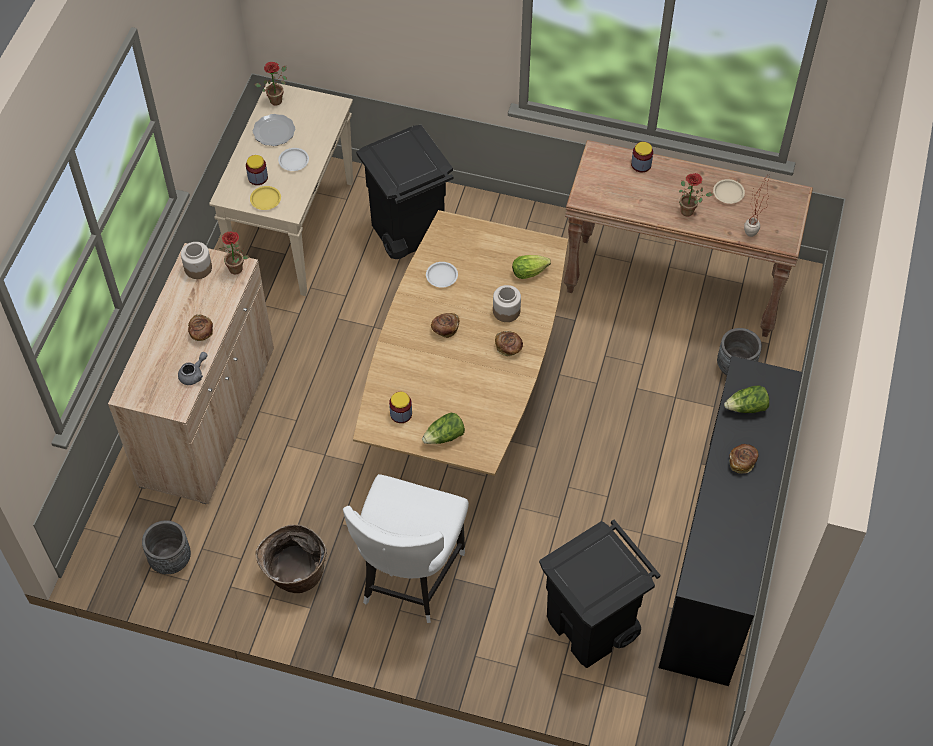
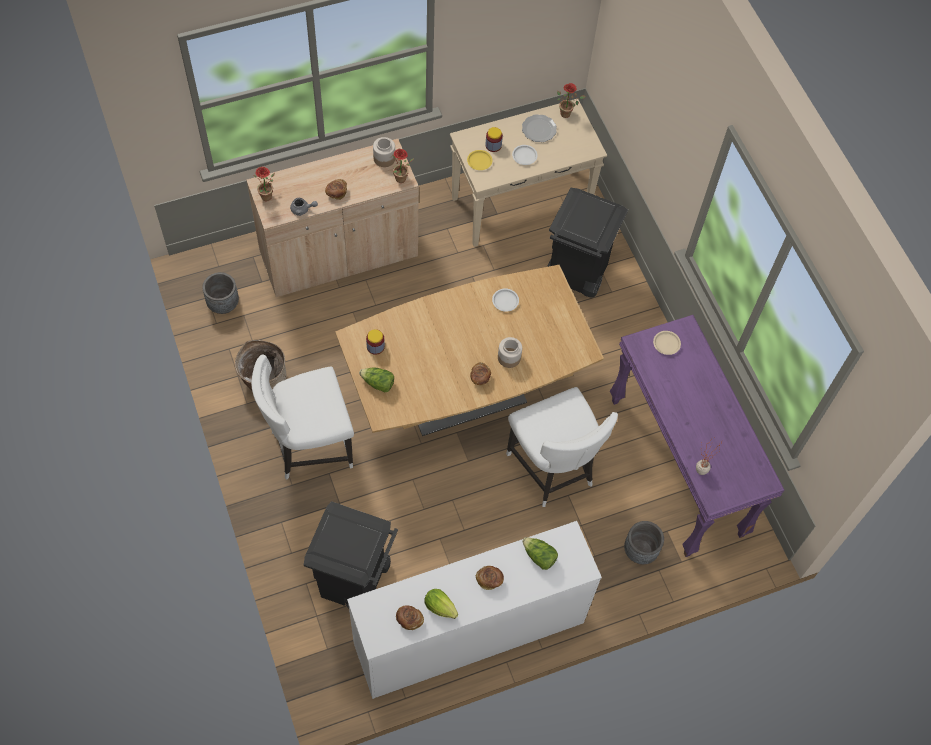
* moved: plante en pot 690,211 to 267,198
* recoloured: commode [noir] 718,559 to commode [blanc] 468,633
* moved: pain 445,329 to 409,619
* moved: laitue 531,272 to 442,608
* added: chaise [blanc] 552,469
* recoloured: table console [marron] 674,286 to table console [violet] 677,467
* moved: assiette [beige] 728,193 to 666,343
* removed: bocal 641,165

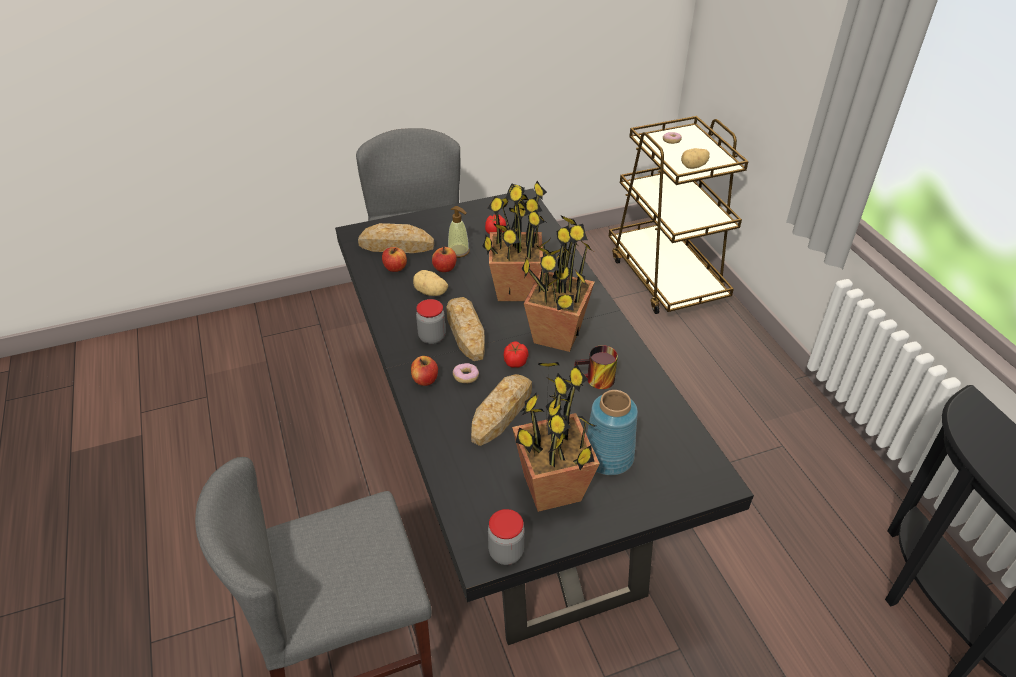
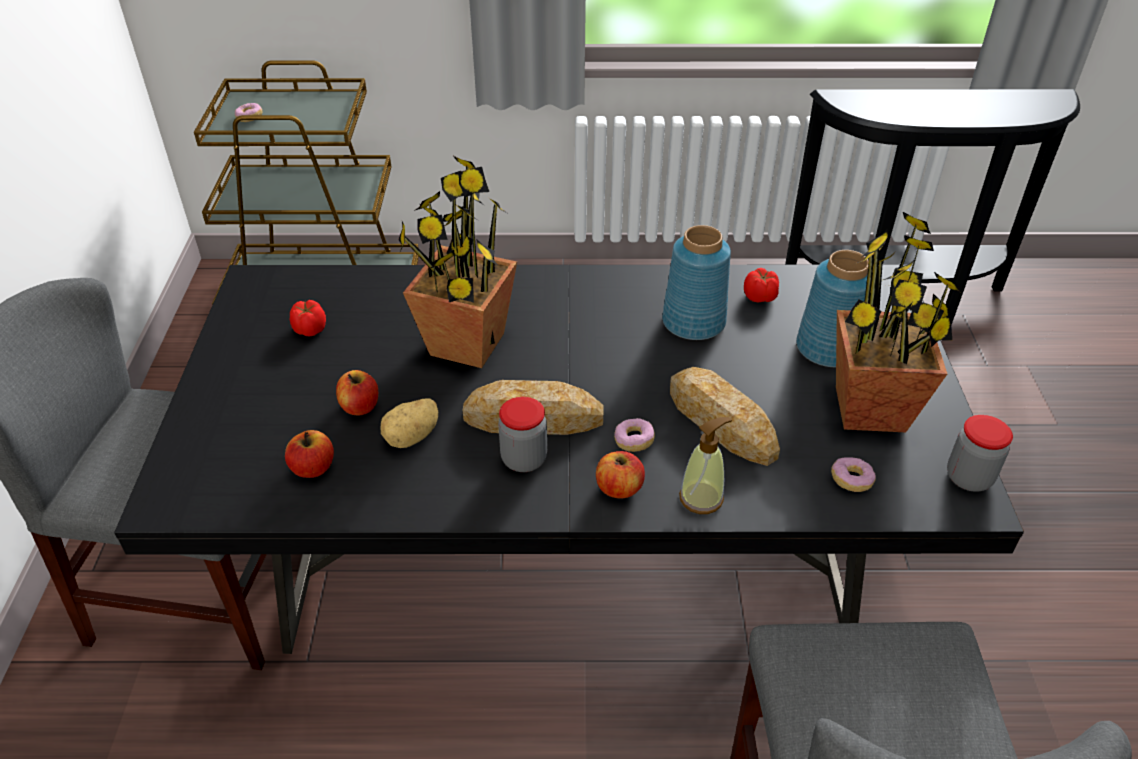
* replaced: mug 596,381 to vase [bleu] 694,322
* moved: distributeur de savon 458,251 to 701,498
* moved: tomate 515,362 to 760,297
* added: beignet 851,481
* removed: pain 396,245
* removed: plante en pot 557,336
* removed: pomme de terre 694,166

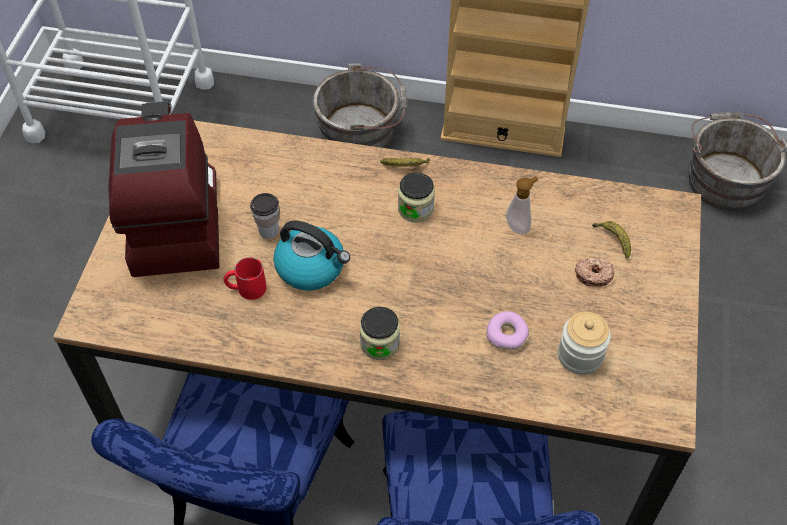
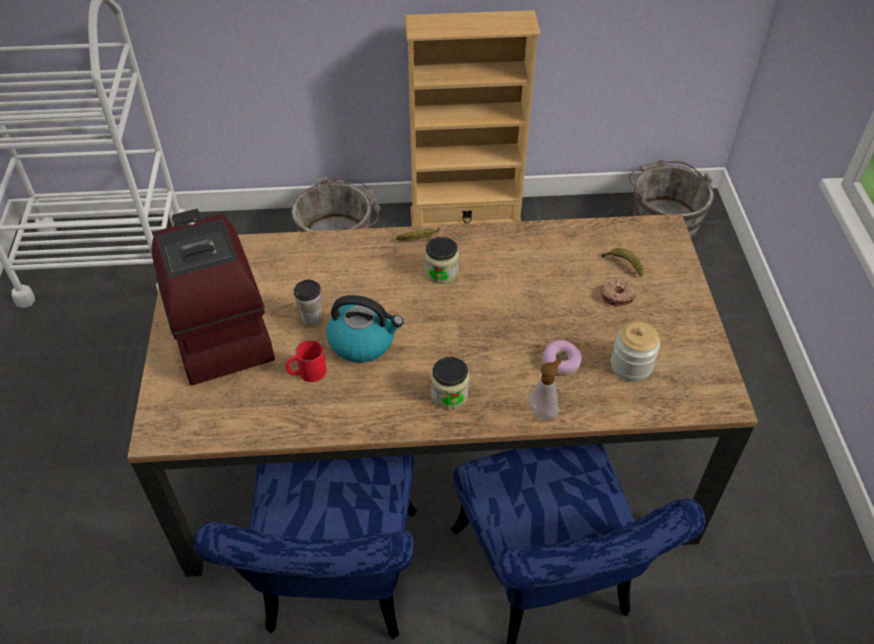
* moved: distributeur de savon 519,226 to 544,411

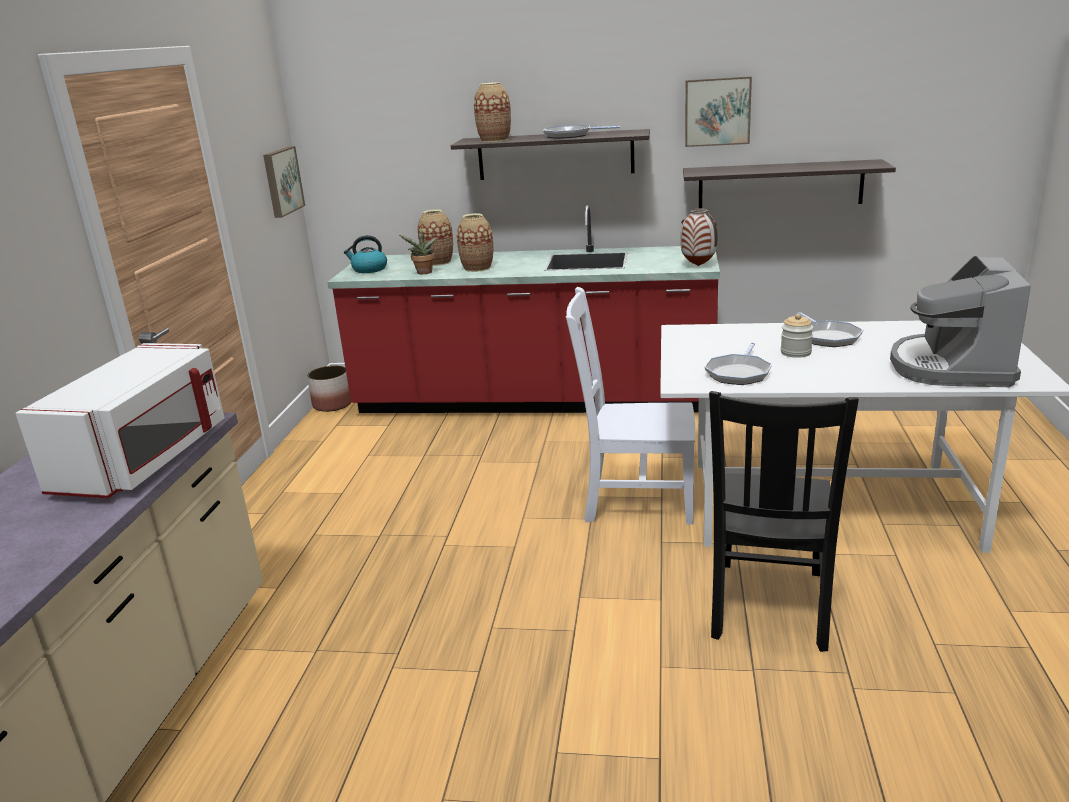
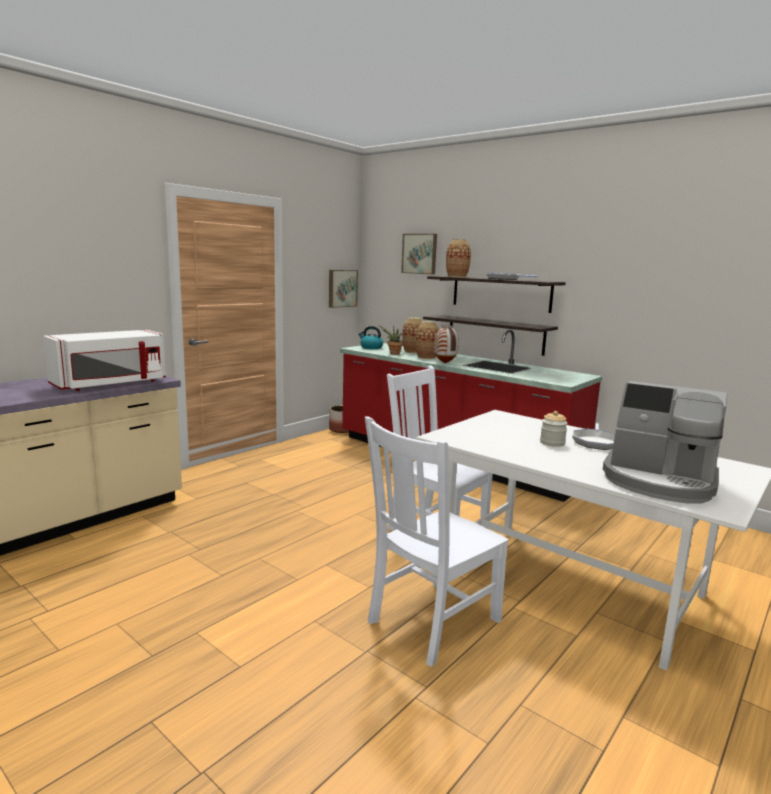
* recoloured: chaise [noir] 769,607 to chaise [blanc] 431,622
* moved: tableau 717,111 to 420,254
* moved: étagère 780,185 to 495,334
* moved: vase 699,265 to 445,363
* turned: machine à café 951,367 = 659,482 105 degrees counterclockwise
* removed: poêle 739,373

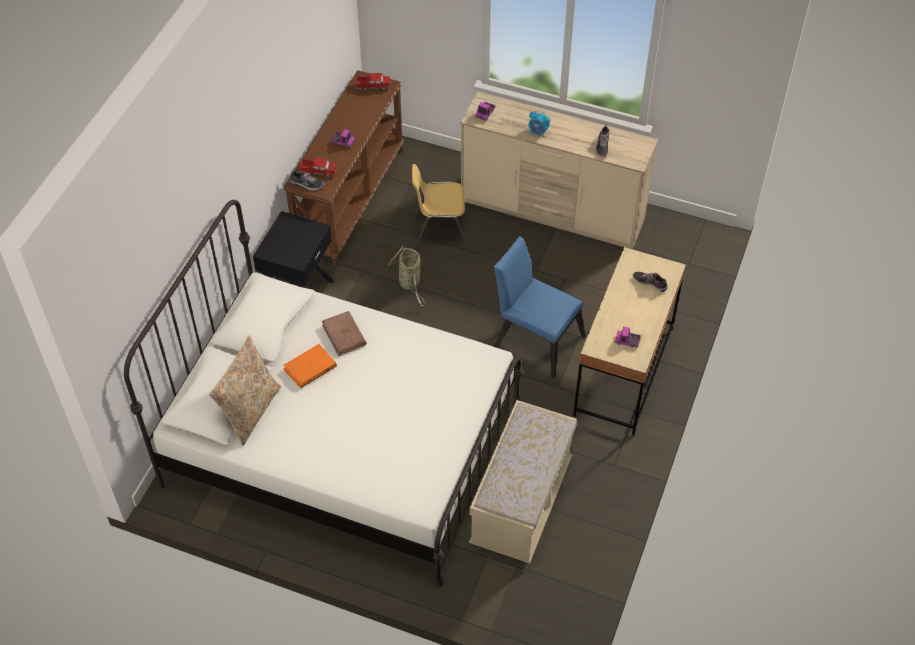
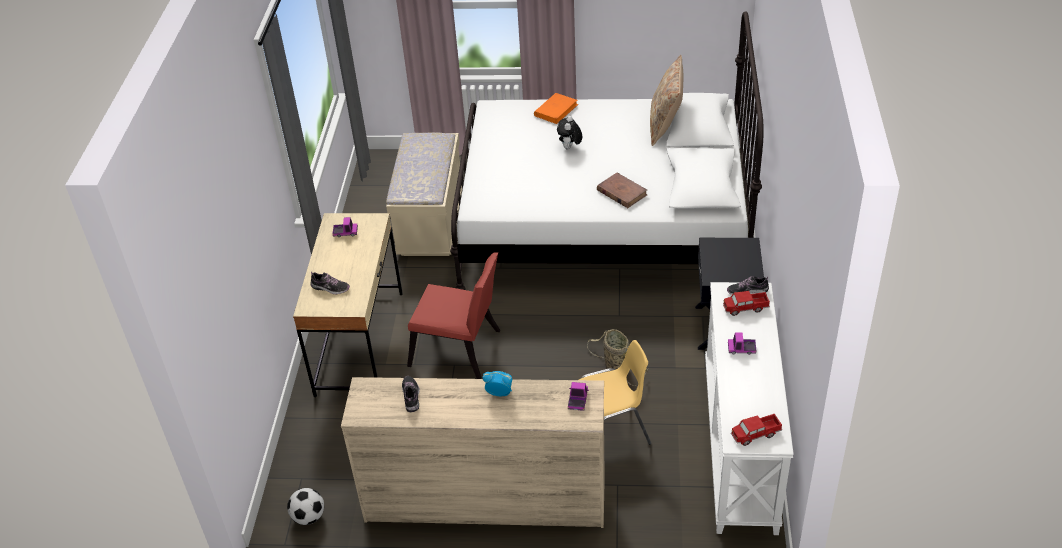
* added: ballon de foot 309,517
* recoloured: chaise [bleu] 535,337 to chaise [rouge] 460,351
* moved: livre [orange] 310,368 to 556,110
* added: peluche 569,148
* recoloured: table console [marron] 349,199 to table console [blanc] 741,445

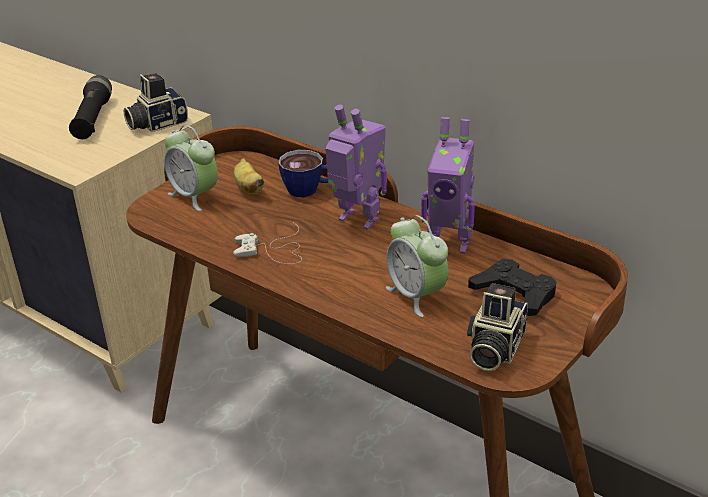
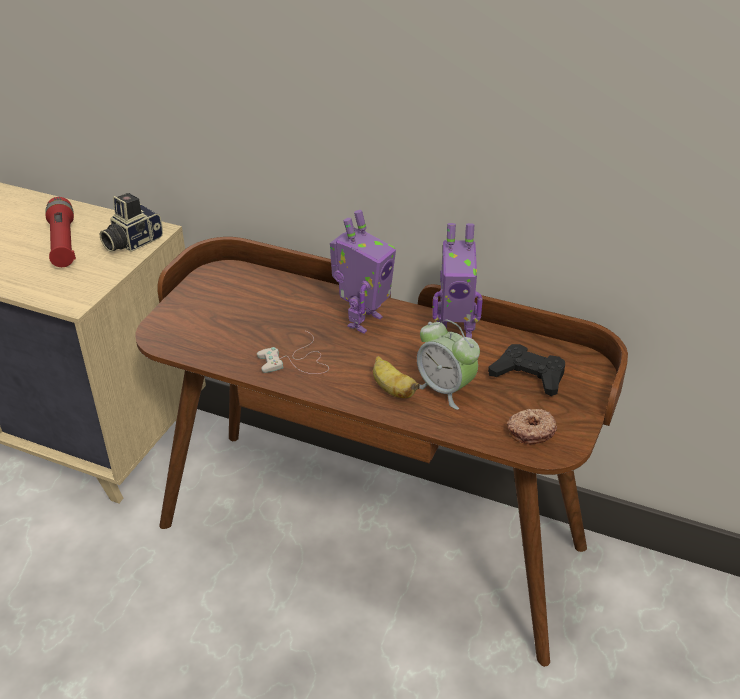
* recoloured: lampe de poche [noir] 93,119 to lampe de poche [rouge] 63,243
* turned: robot jouet 357,220 = 362,321 105 degrees clockwise
* moved: banane 248,188 to 392,389
* replaced: appareil photo 493,349 to beignet 530,431
* removed: réveil 194,196
* removed: tasse 309,190

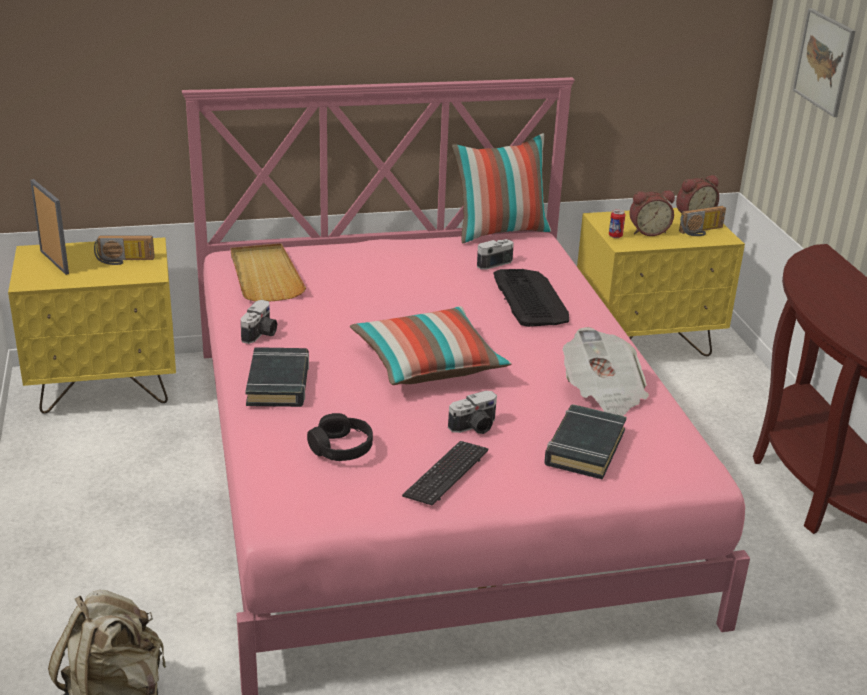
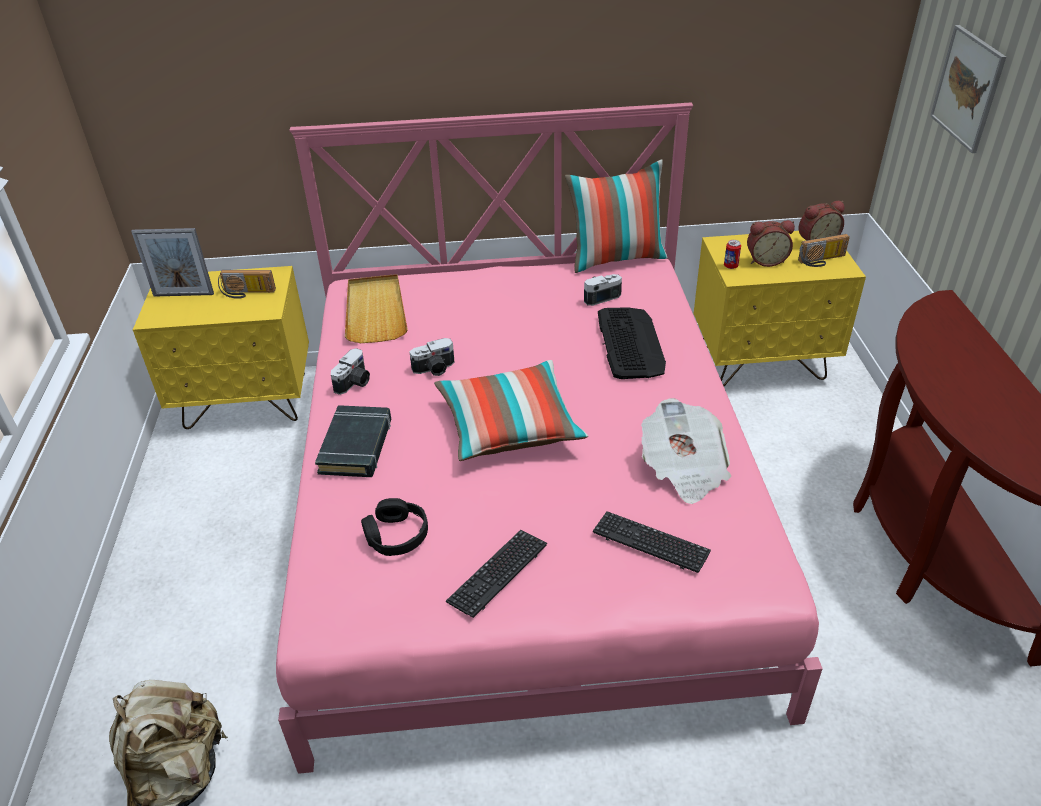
* turned: cadre photo 54,262 = 183,294 120 degrees clockwise
* moved: appareil photo 475,427 to 435,369
* replaced: livre [noir] 584,447 to clavier 650,543

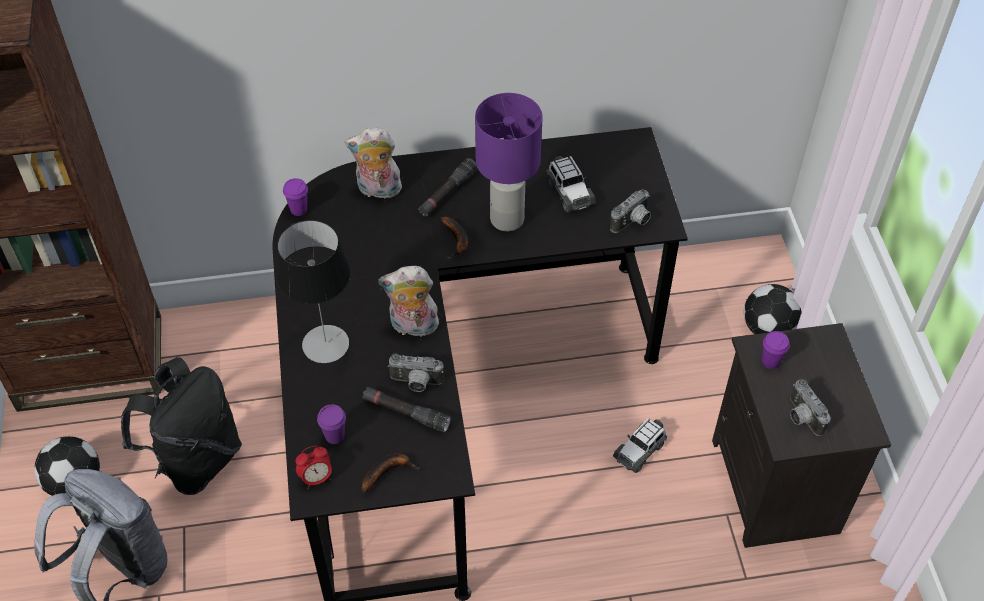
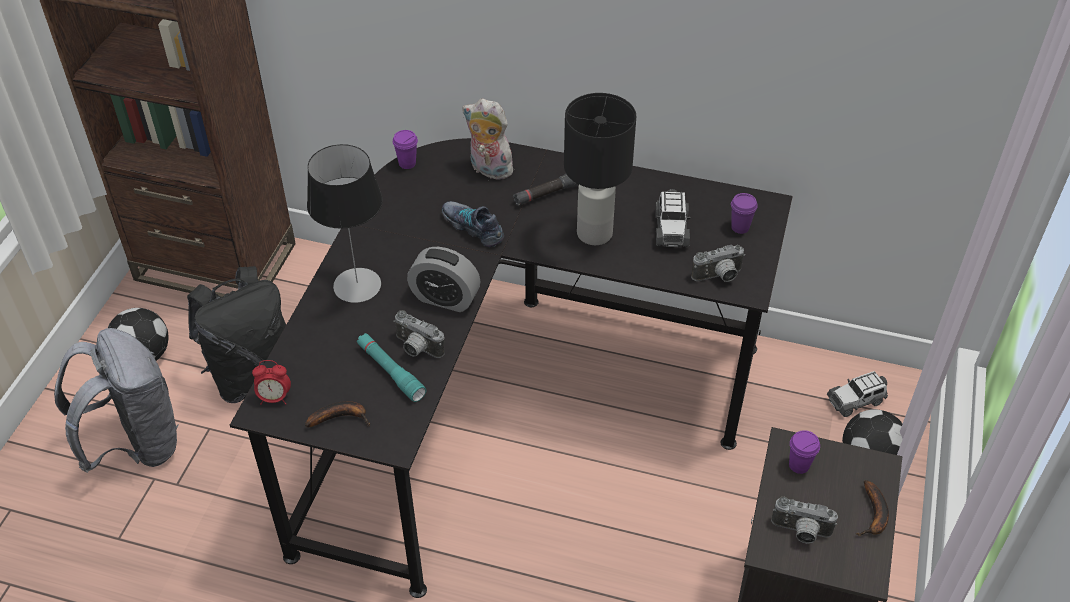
* recoloured: lampe de poche [noir] 406,413 to lampe de poche [turquoise] 390,371
* replaced: peluche 413,327 to réveil 445,298
* added: chaussure 473,227
* recoloured: lampe de table [violet] 506,220 to lampe de table [noir] 593,234
* moved: tasse [violet] 334,436 to 740,227
* turned: appareil photo 801,417 = 800,532 75 degrees counterclockwise
* moved: petite voiture 640,450 to 856,400
* moved: banane 456,241 to 874,515

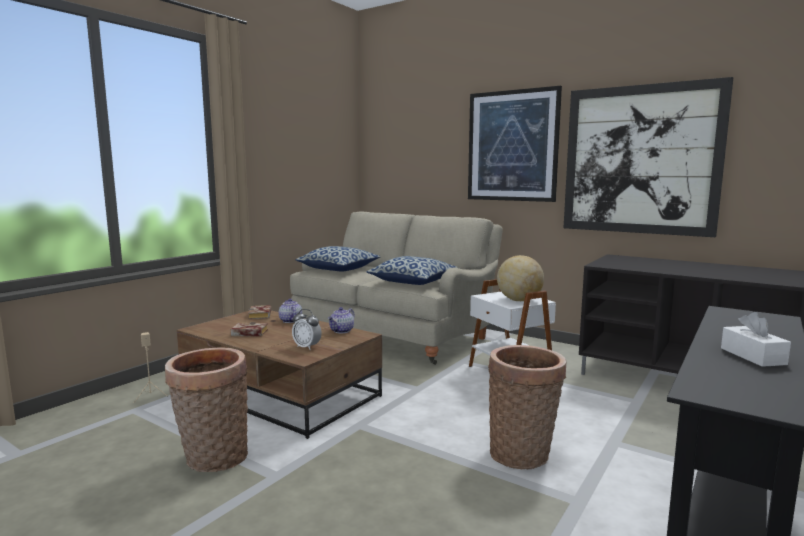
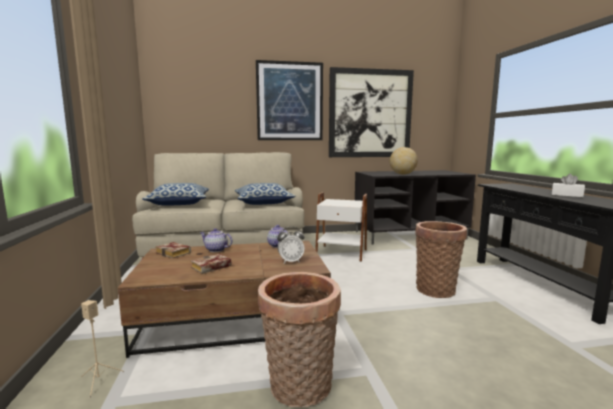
* moved: globe 519,300 to 402,174

